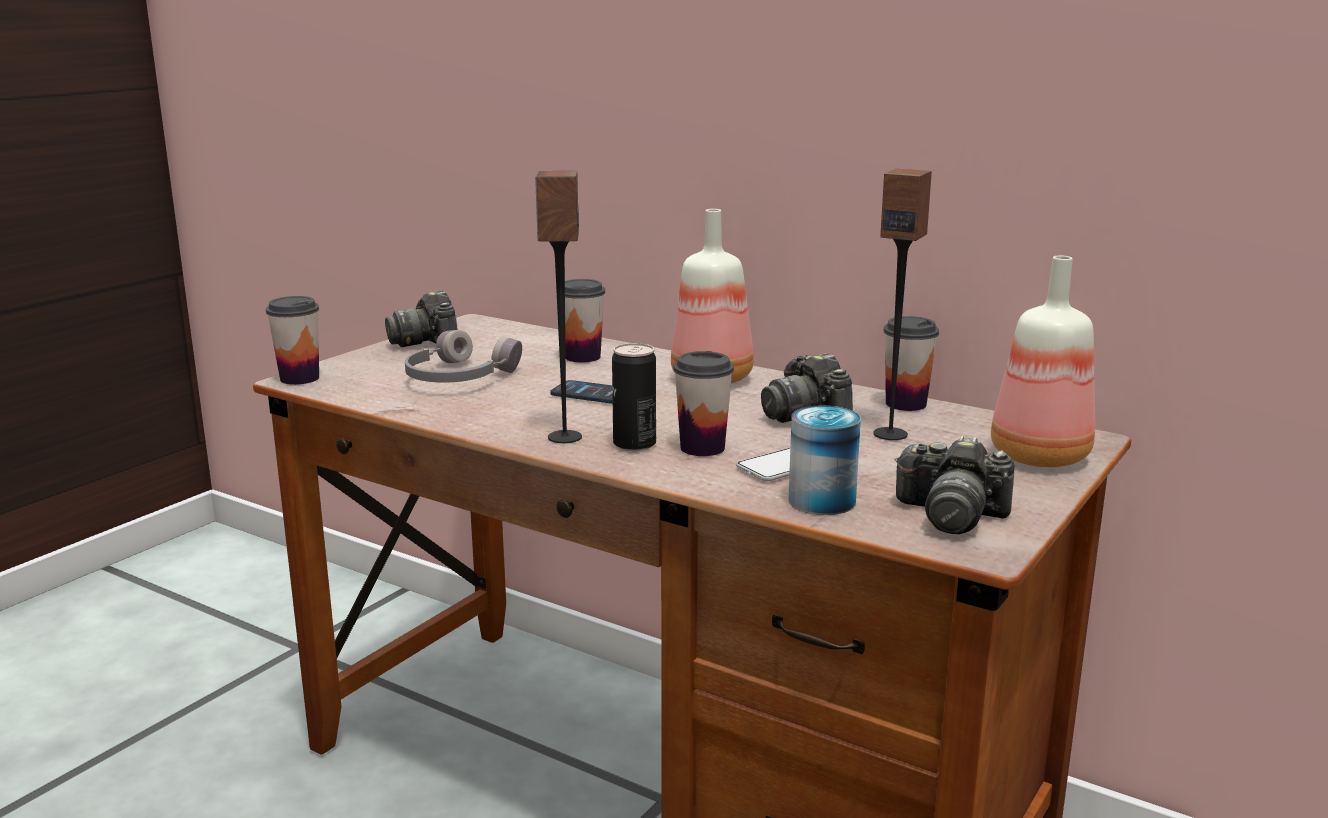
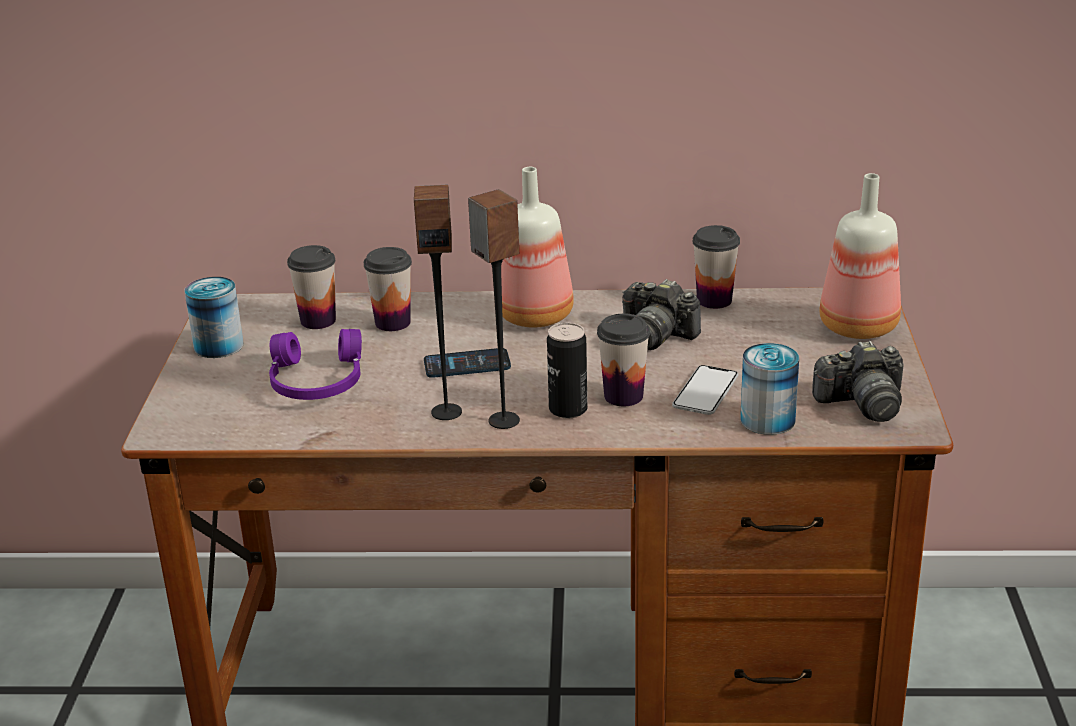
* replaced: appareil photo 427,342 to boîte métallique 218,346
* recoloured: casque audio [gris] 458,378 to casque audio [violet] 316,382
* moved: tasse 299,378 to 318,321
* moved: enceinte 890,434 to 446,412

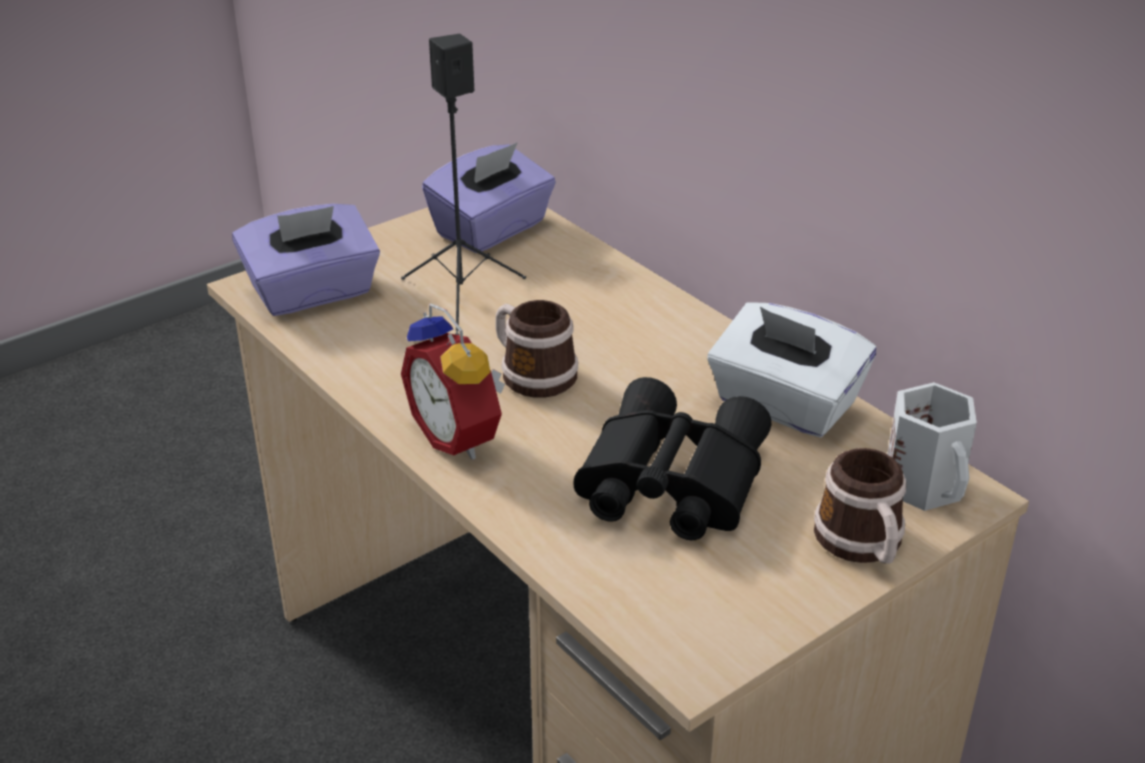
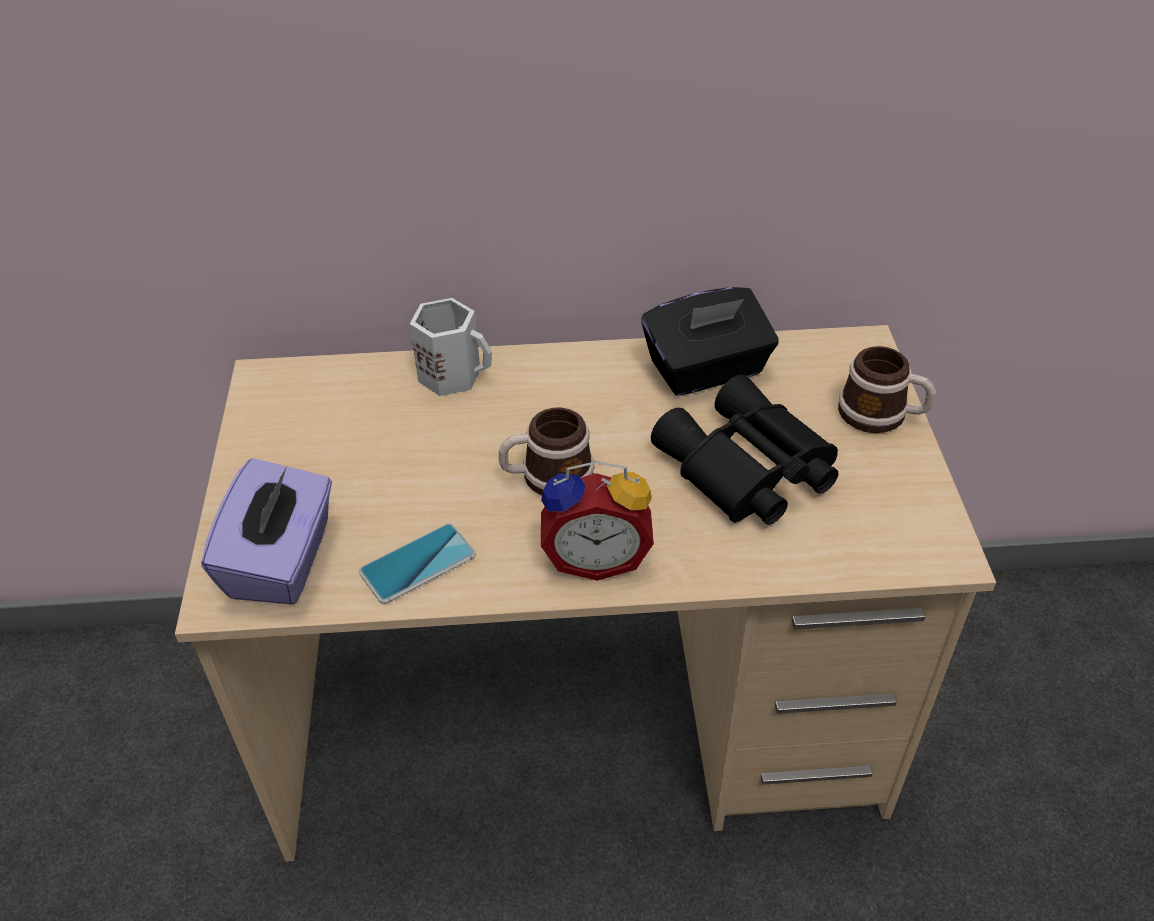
* added: téléphone 418,564
* moved: mug [blanc] 926,485 to 452,374
* recoloured: boîte à mouchoirs [blanc] 784,405 to boîte à mouchoirs [noir] 706,370
* removed: enceinte [noir] 462,297
* removed: boîte à mouchoirs [violet] 492,229

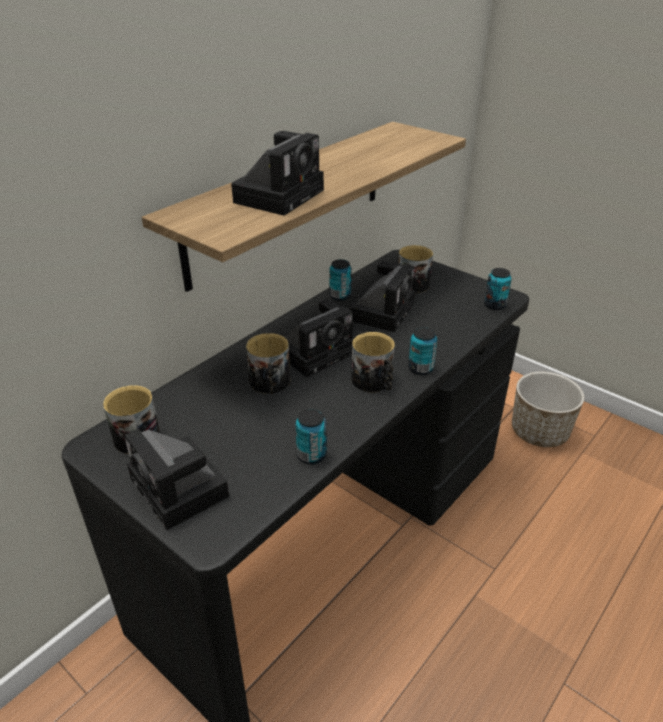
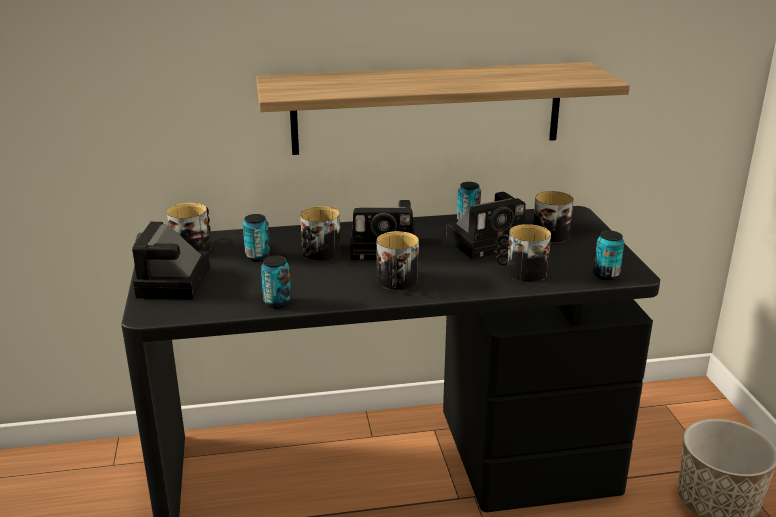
* moved: boîte métallique 420,368 to 258,257
* added: mug 521,271
* removed: appareil photo 280,195

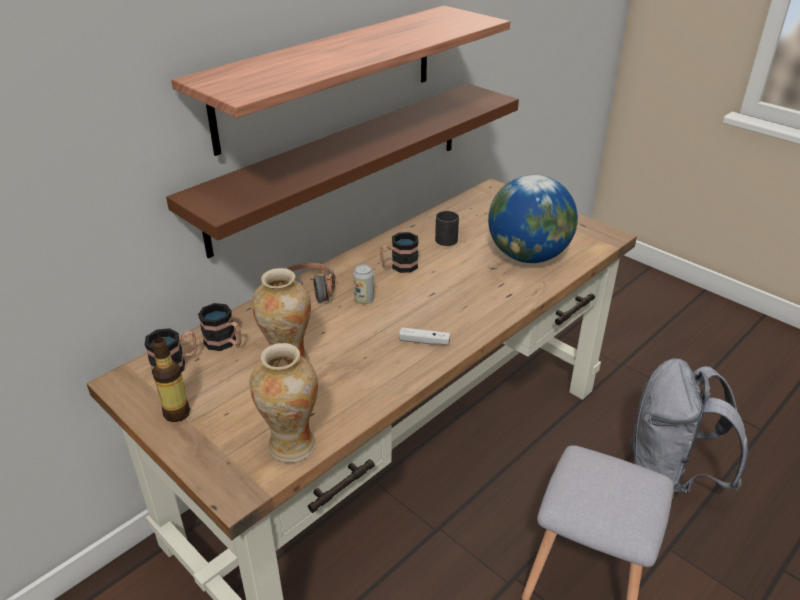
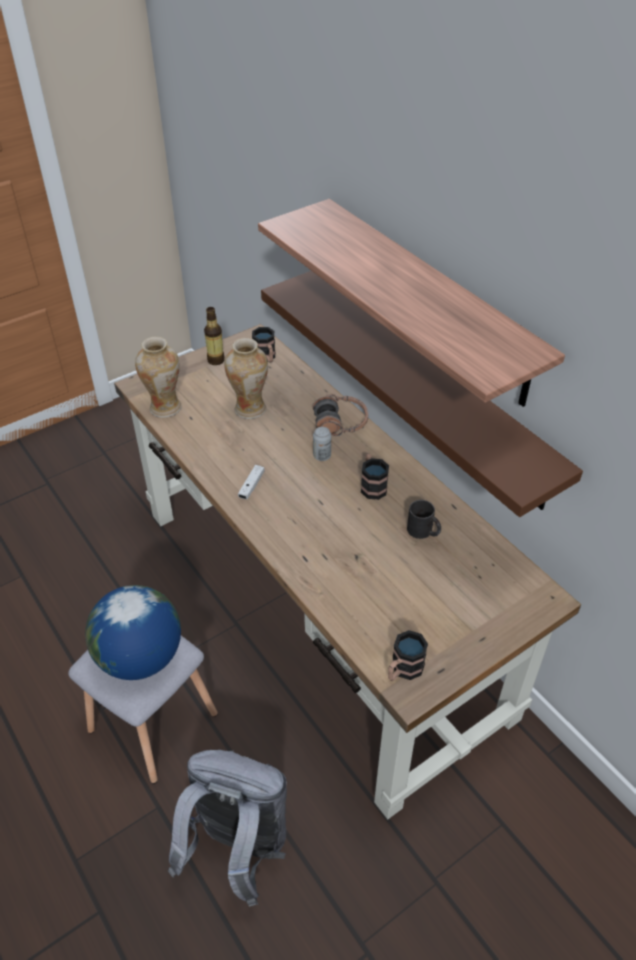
* moved: globe 528,256 to 140,657
* moved: mug 225,343 to 403,670

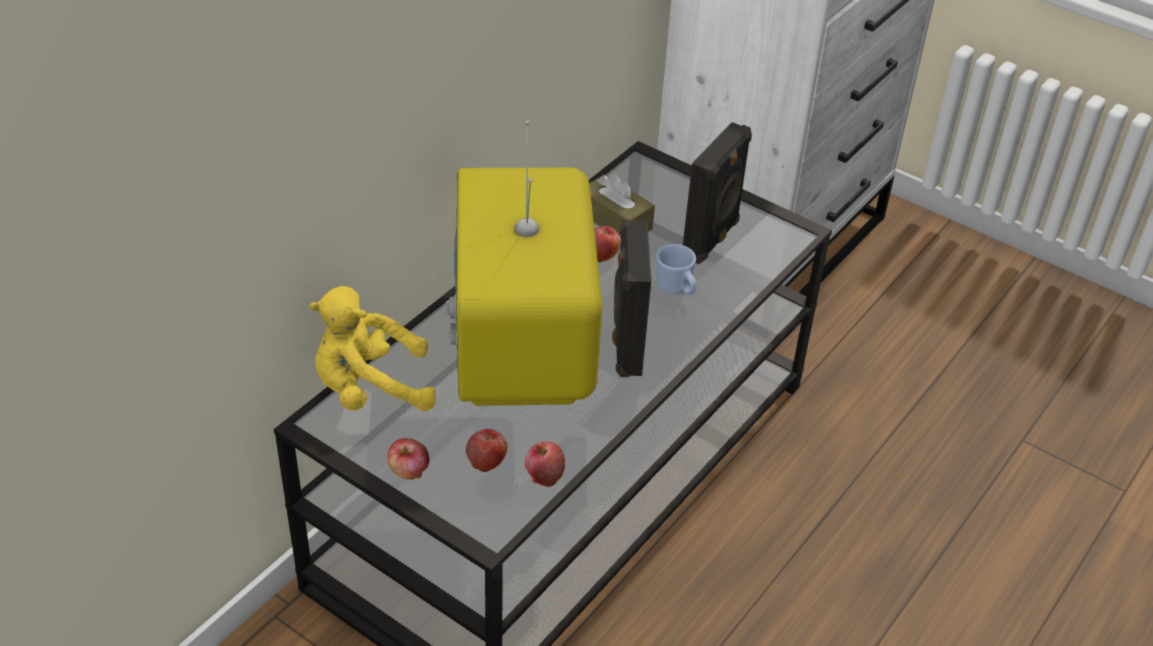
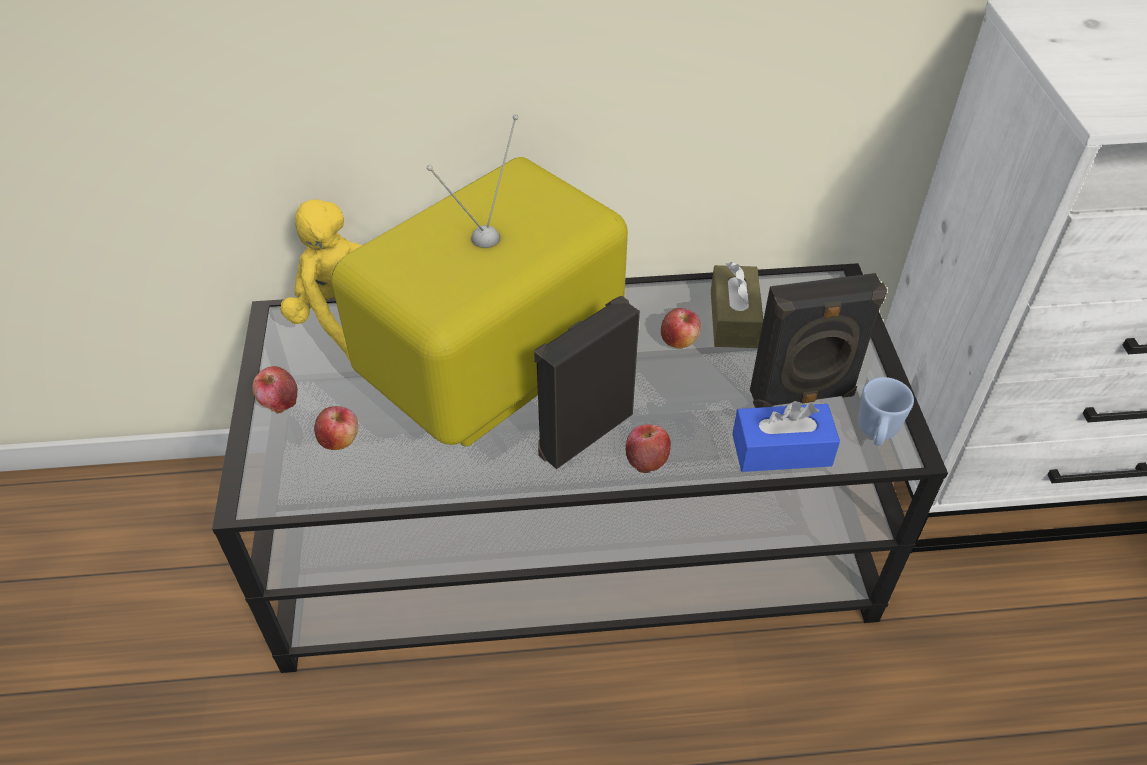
* moved: pomme 544,475 to 646,459
* added: boîte à mouchoirs [bleu] 781,450
* moved: mug [bleu] 676,290 to 876,433

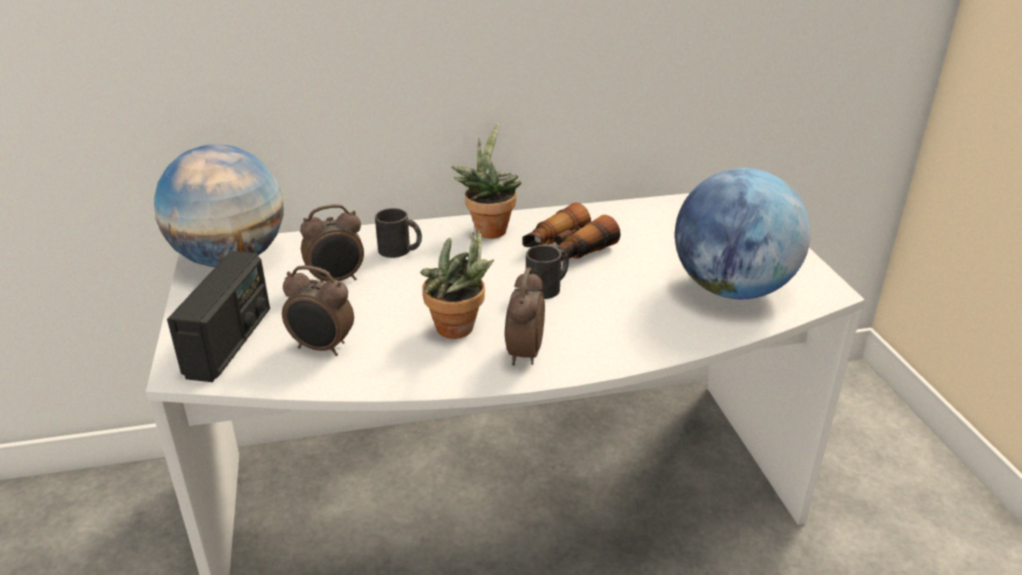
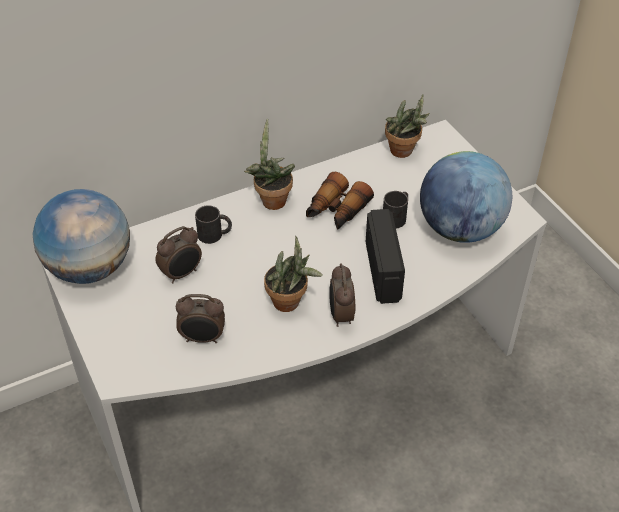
* moved: radio 230,342 to 383,271
* moved: mug [noir] 548,287 to 396,217
* added: plante en pot 404,152

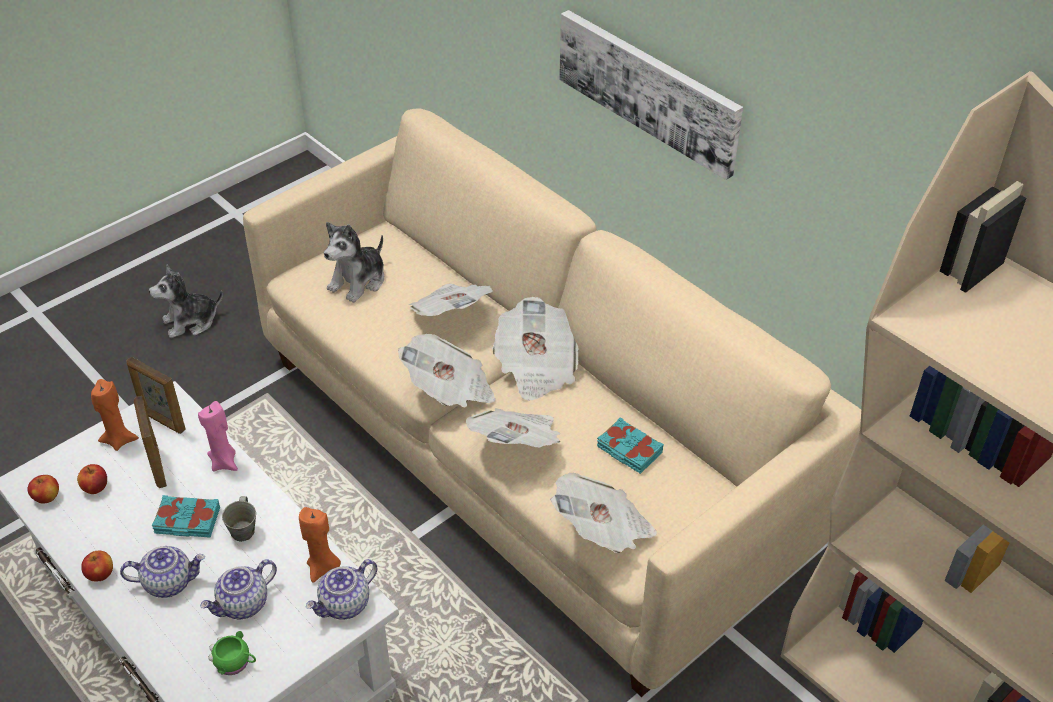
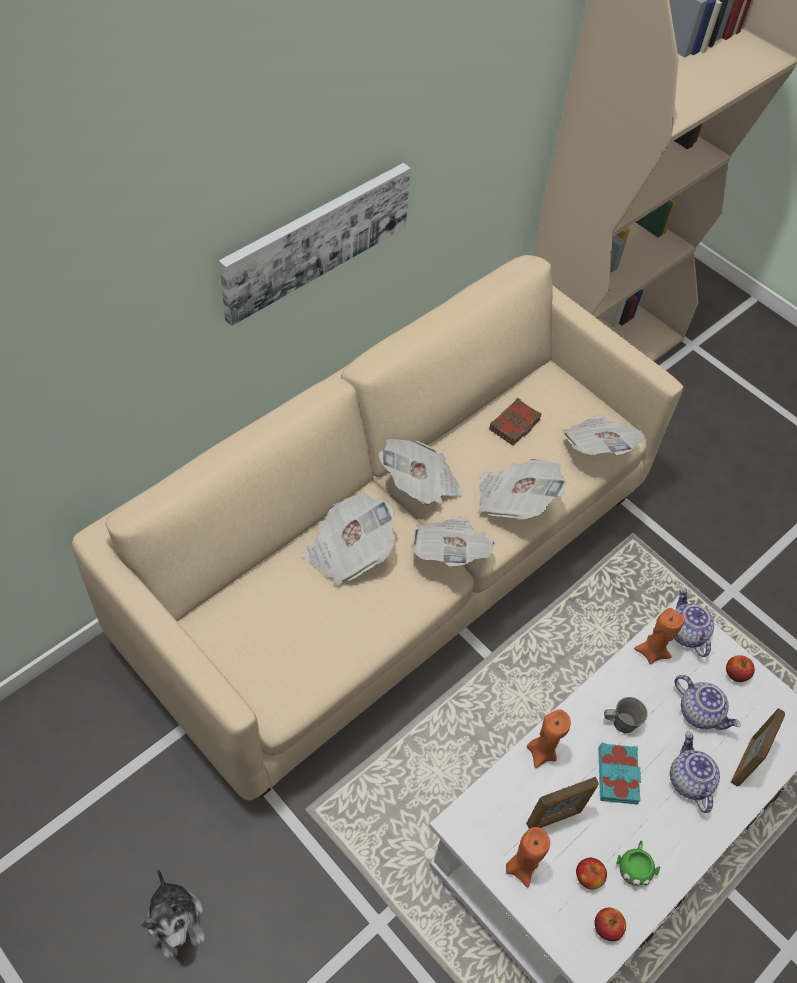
* recoloured: livre [turquoise] 629,450 to livre [marron] 515,425
* recoloured: bougie [rose] 224,462 to bougie [orange] 542,752
* moved: mug [vert] 235,662 to 634,867
* turned: théière 345,605 = 685,632 150 degrees counterclockwise
* moved: pomme 100,574 to 735,674
* moved: cadre photo 163,421 to 745,762
* removed: peluche 358,281

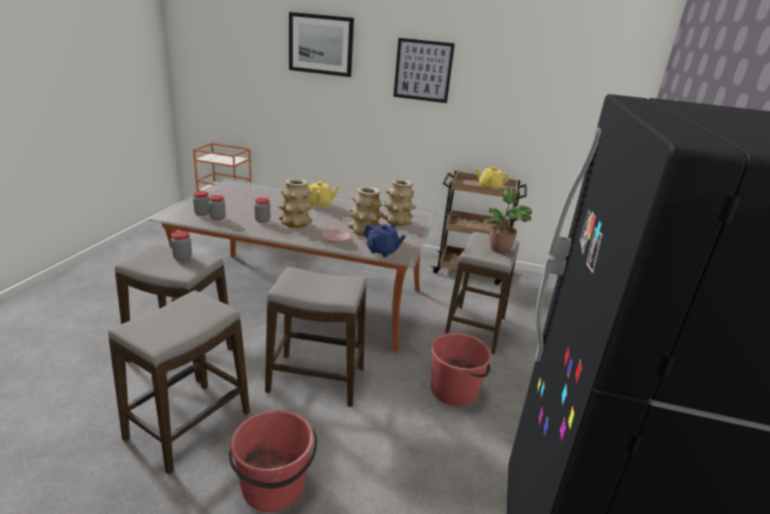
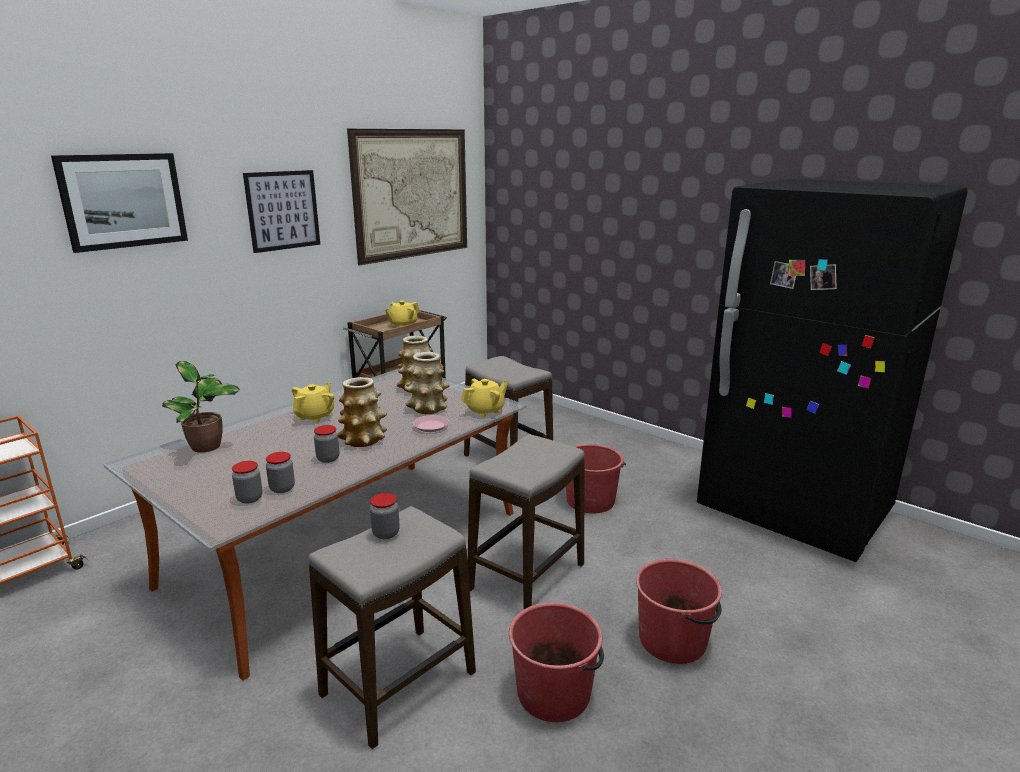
* moved: plante en pot 500,249 to 208,447
* added: tableau 412,194
* recoloured: théière [bleu] 382,251 to théière [jaune] 485,411
* replaced: tabouret 189,426 to seau [rouge] 554,693

